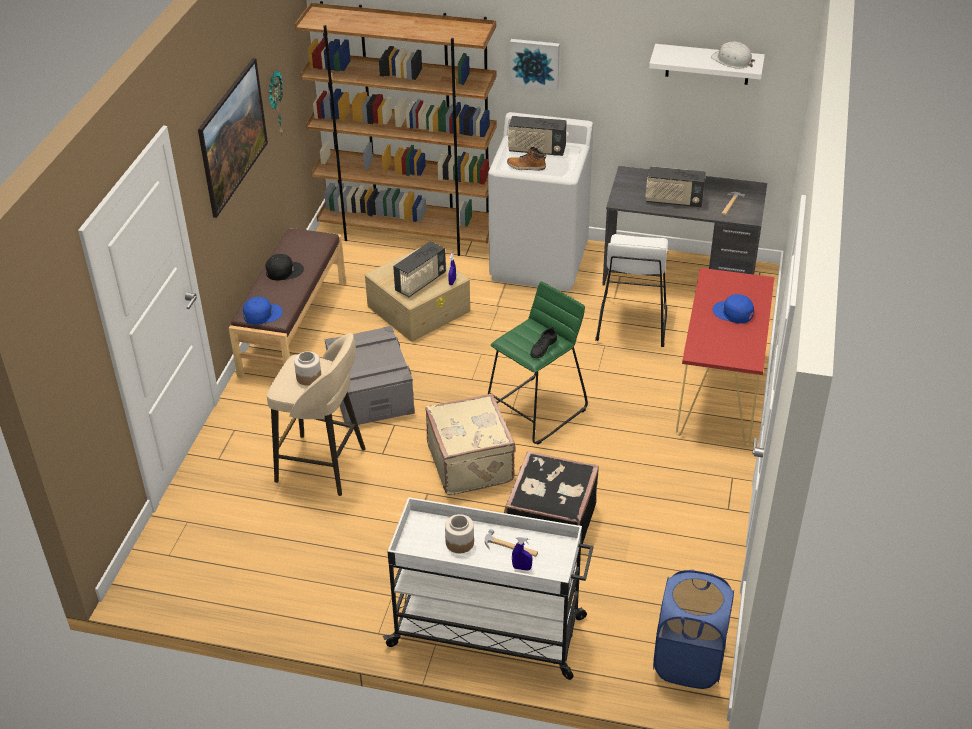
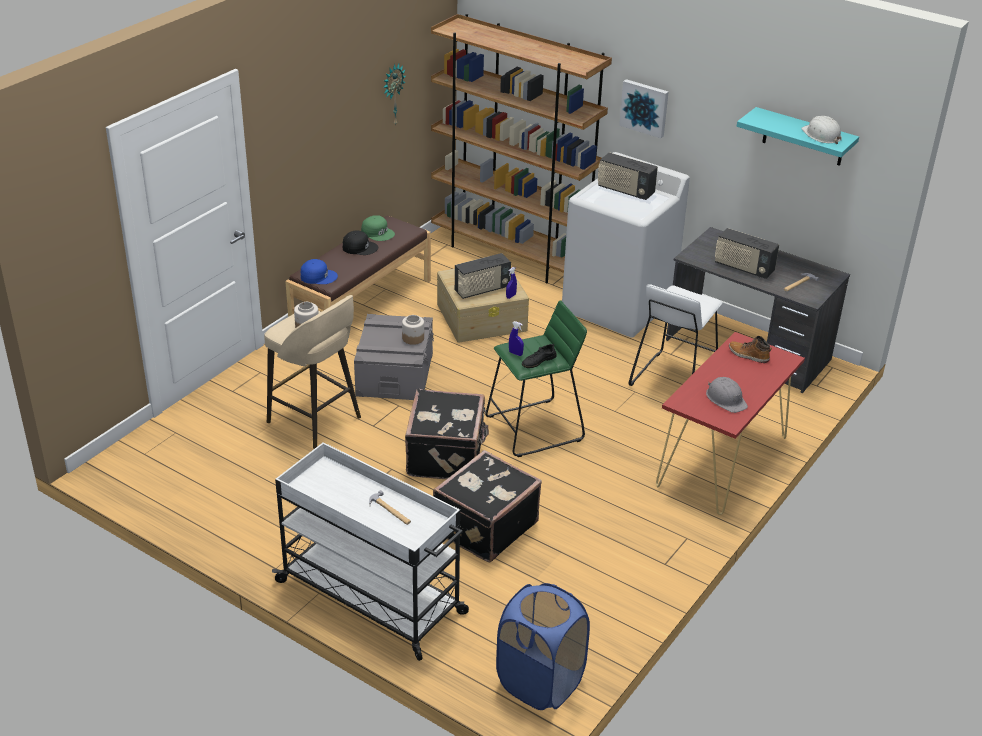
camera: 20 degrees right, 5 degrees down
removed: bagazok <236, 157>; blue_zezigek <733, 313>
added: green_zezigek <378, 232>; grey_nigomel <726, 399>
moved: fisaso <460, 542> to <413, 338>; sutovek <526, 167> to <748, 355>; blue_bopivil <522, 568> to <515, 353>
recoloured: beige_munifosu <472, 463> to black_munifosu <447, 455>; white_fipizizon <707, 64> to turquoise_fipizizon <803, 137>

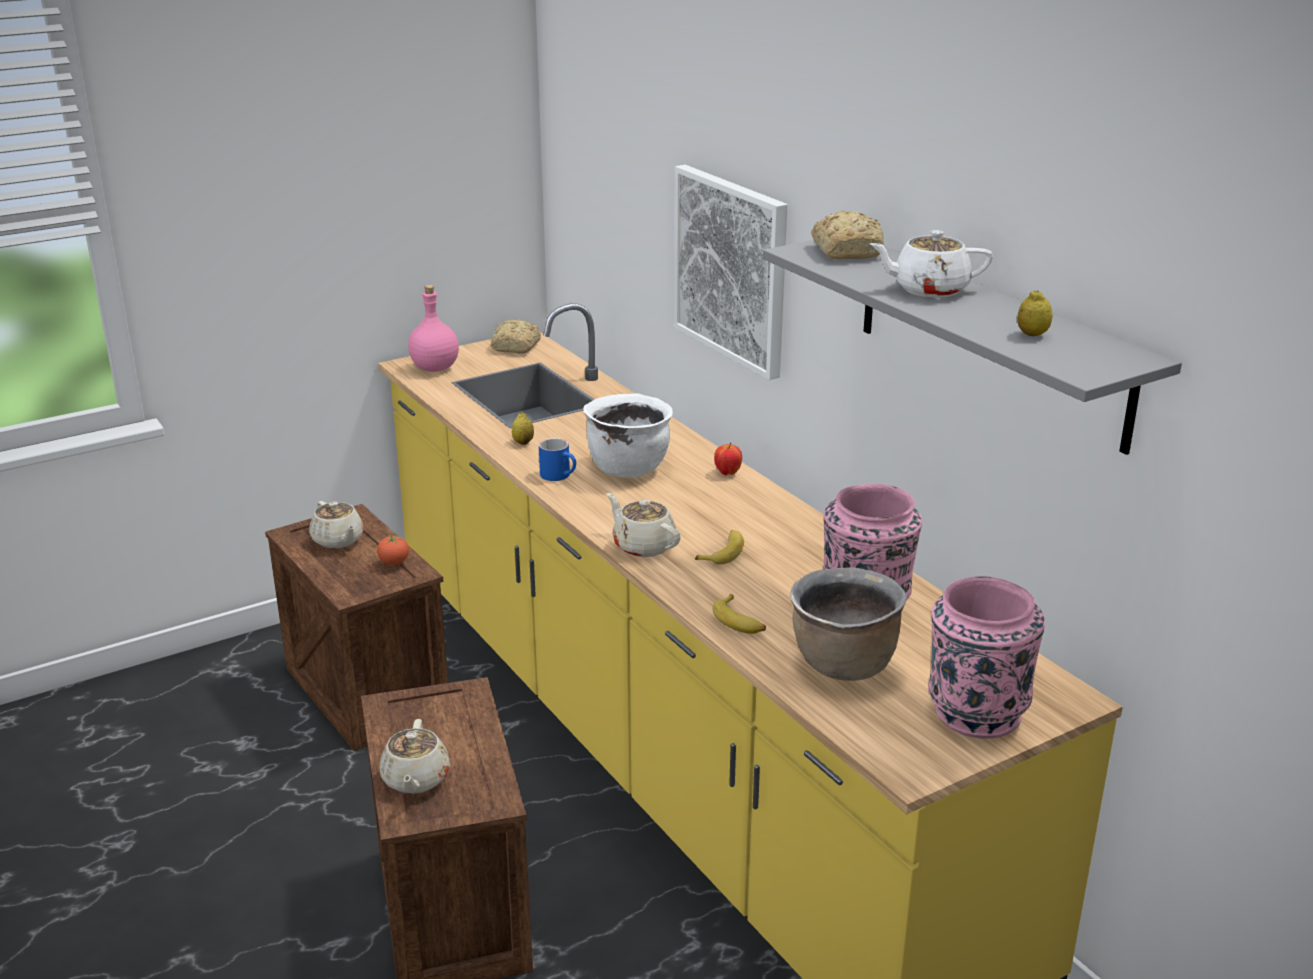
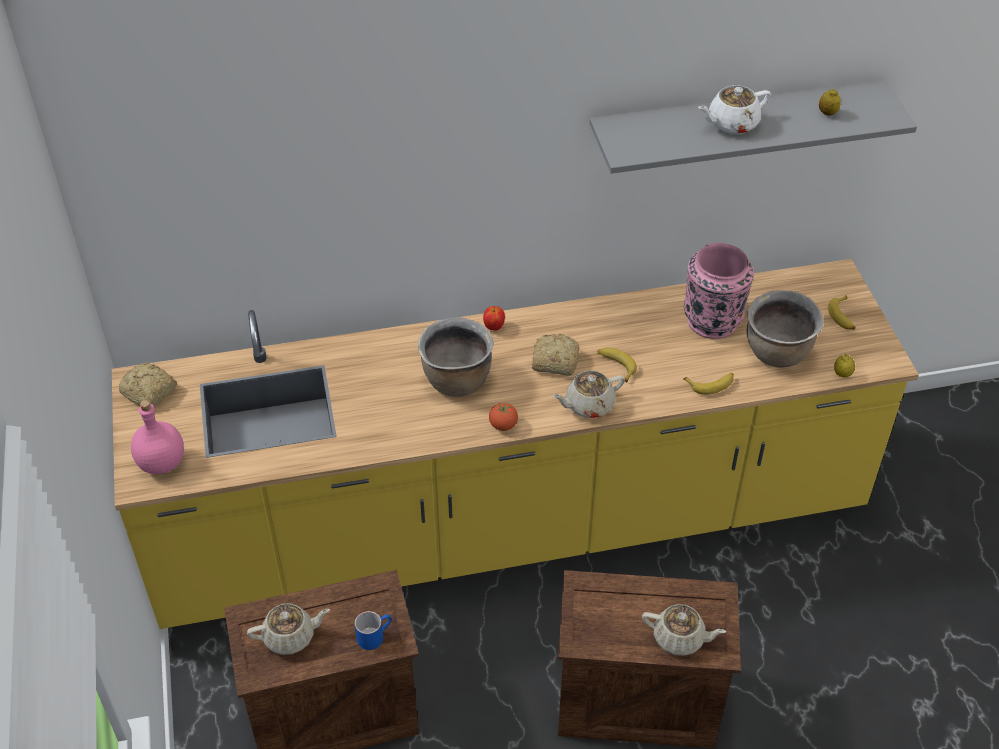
camera: 70 degrees left, 20 degrees up
removed: bagazok <731, 269>
moved: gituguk <394, 562> to <503, 425>; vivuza <523, 442> to <842, 374>; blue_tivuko <560, 476> to <374, 635>; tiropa <847, 251> to <554, 361>
replaced: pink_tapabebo <975, 713> to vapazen <843, 317>
recoloured: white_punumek <628, 468> to brown_punumek <456, 380>
turned: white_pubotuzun <929, 289> = <731, 123> 45 degrees clockwise

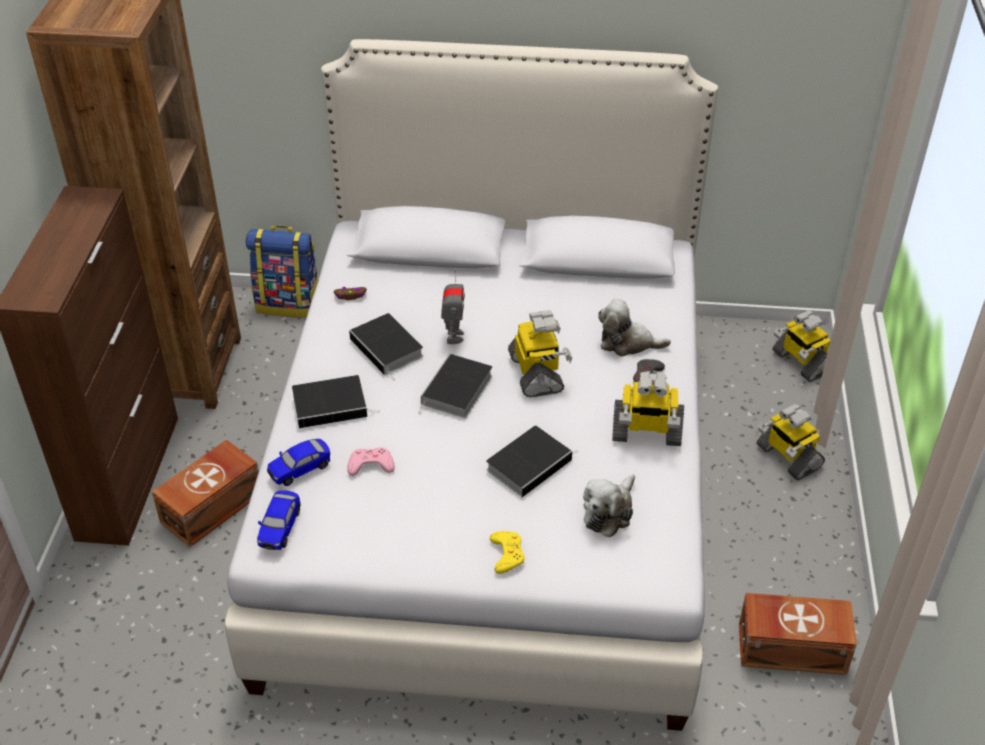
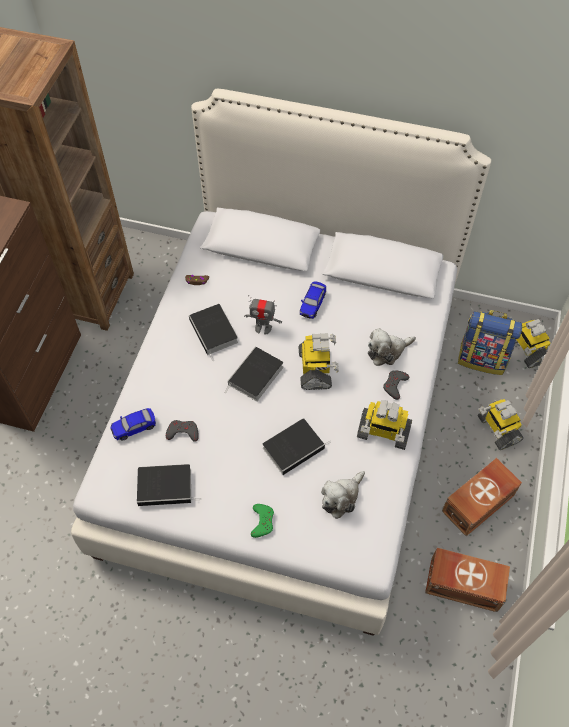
camera: 10 degrees right, 15 degrees up
moved: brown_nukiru <214, 507> to <479, 503>; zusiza <289, 304> to <482, 358>; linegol <280, 528> to <312, 304>; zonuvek <332, 405> to <167, 486>
recoloured: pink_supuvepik <370, 465> to grey_supuvepik <183, 432>; yellow_supuvepik <507, 554> to green_supuvepik <262, 521>
turned: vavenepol <454, 336> = <263, 328> 90 degrees clockwise; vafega <627, 343> = <387, 351> 45 degrees counterclockwise

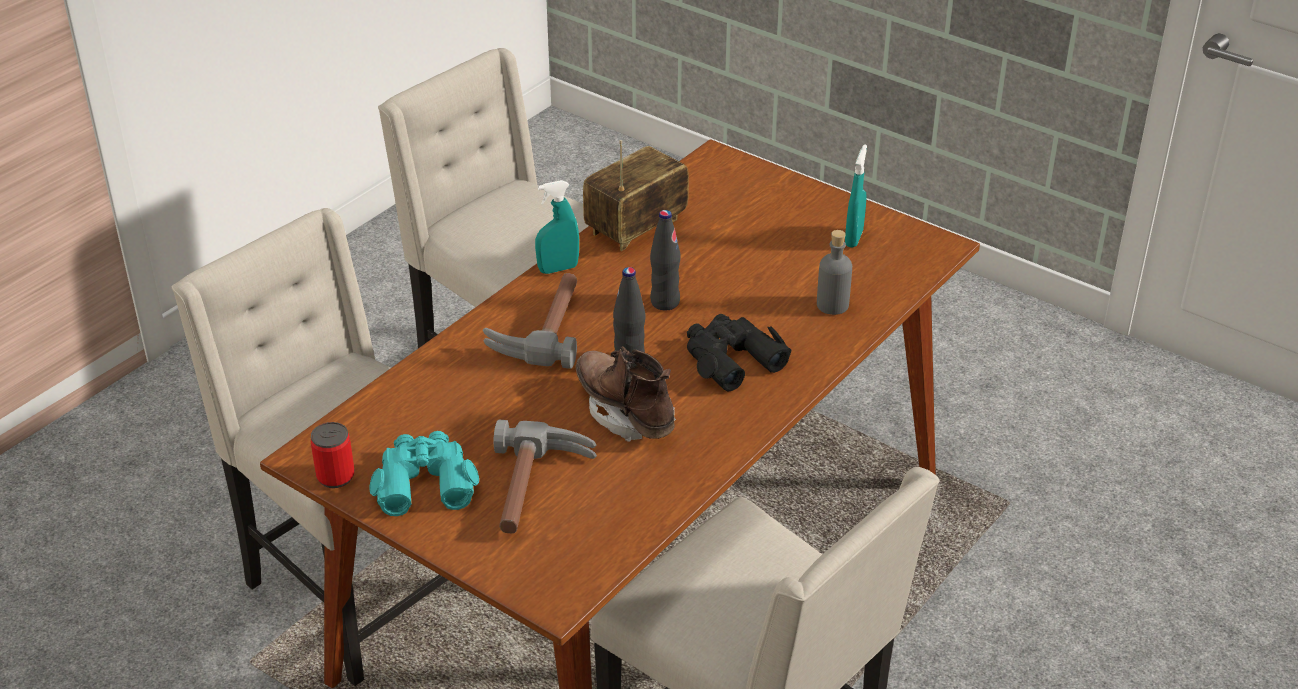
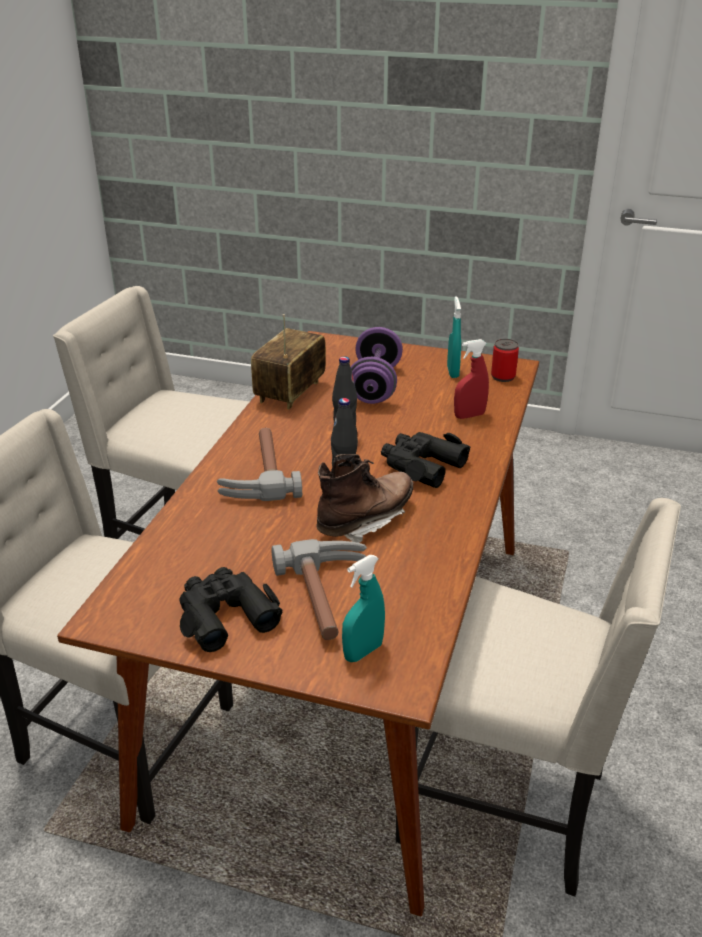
camera: 20 degrees left, 5 degrees down
added: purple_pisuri <375, 385>
moved: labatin <335, 476> to <503, 377>; turquoise_bopivil <558, 269> to <363, 652>
replaced: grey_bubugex <832, 305> to red_bopivil <469, 415>
recoloured: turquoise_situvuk <424, 481> to black_situvuk <225, 615>
turned: brown_sutovek <625, 413> = <365, 521> 105 degrees clockwise

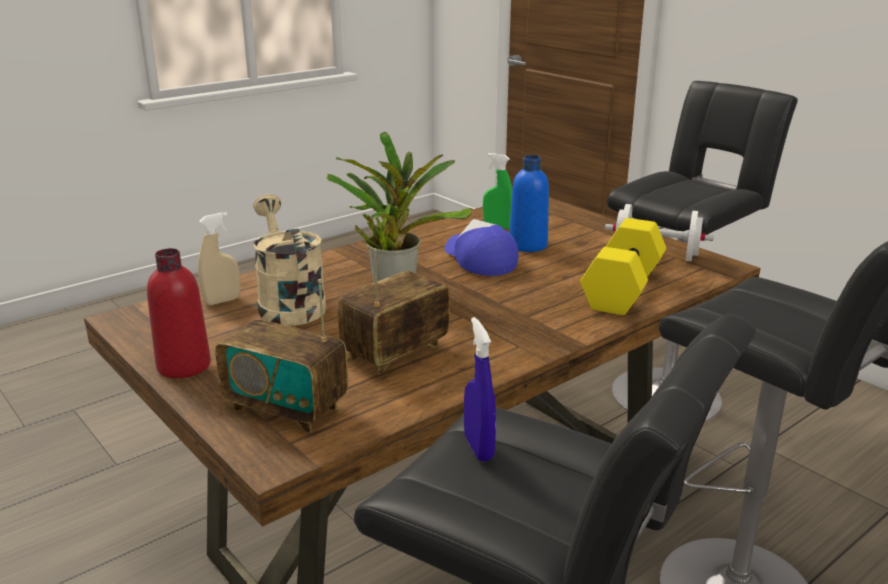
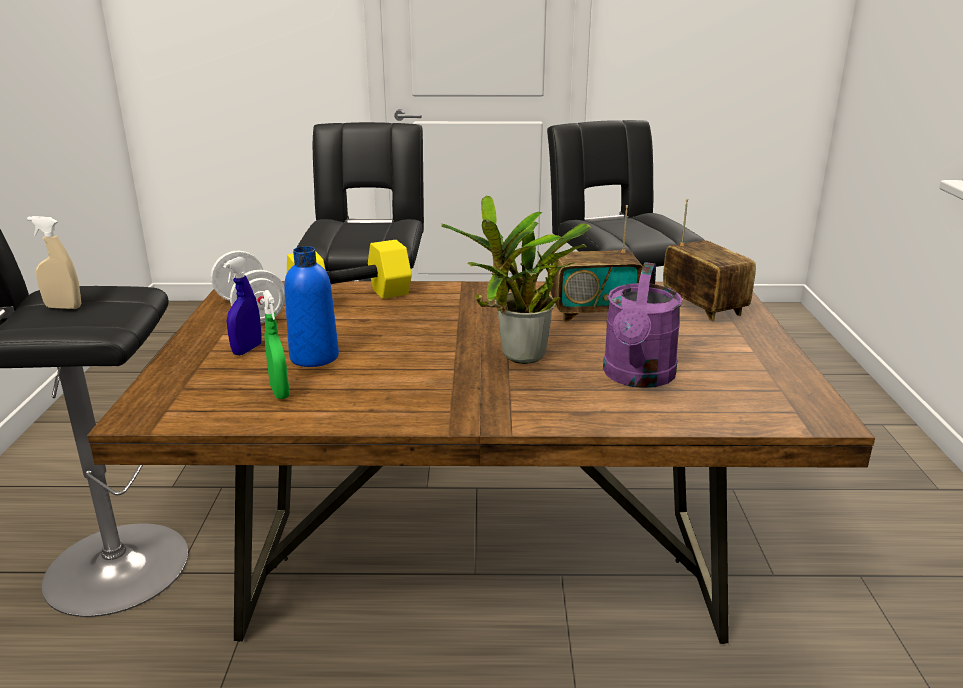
camera: 140 degrees left, 0 degrees up
removed: red_bubugex <184, 366>; zezigek <479, 259>
moved: beige_bopivil <222, 301> to <63, 307>; blue_bopivil <478, 448> to <247, 350>
recoloured: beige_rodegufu <288, 303> to purple_rodegufu <637, 377>

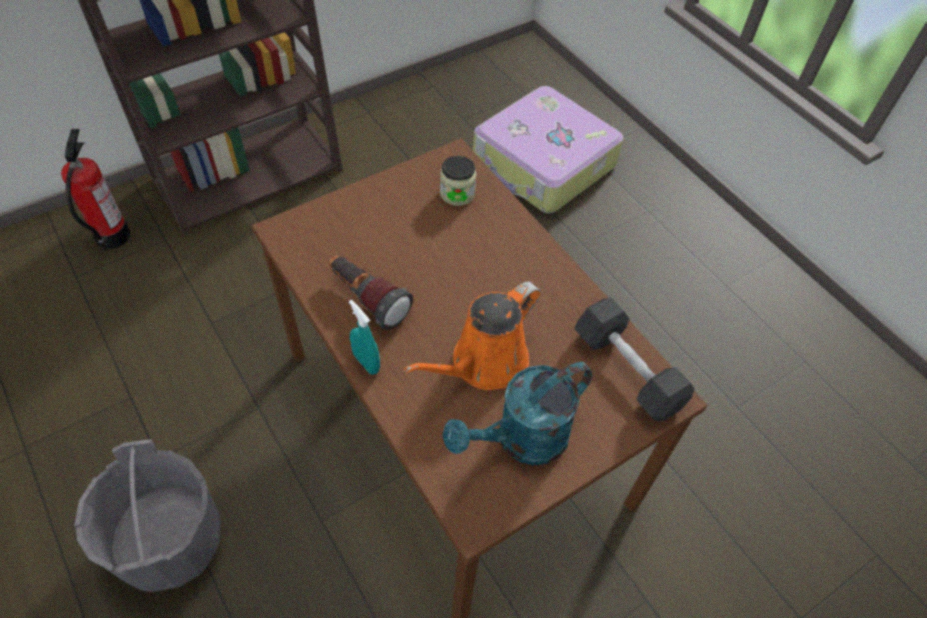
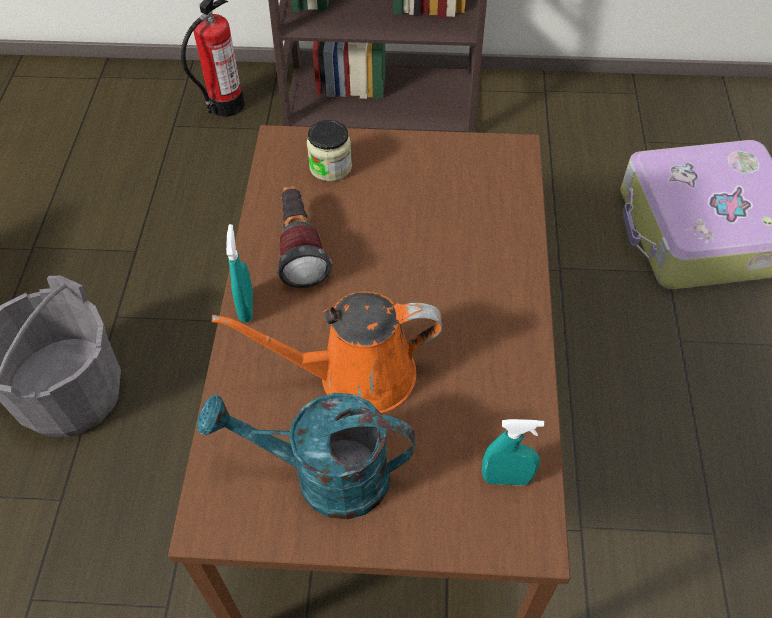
camera: 40 degrees right, 0 degrees up
moved: fisaso <457, 193> to <330, 167>
replaced: grey_pisuri <627, 370> to turquoise_bopivil <506, 478>

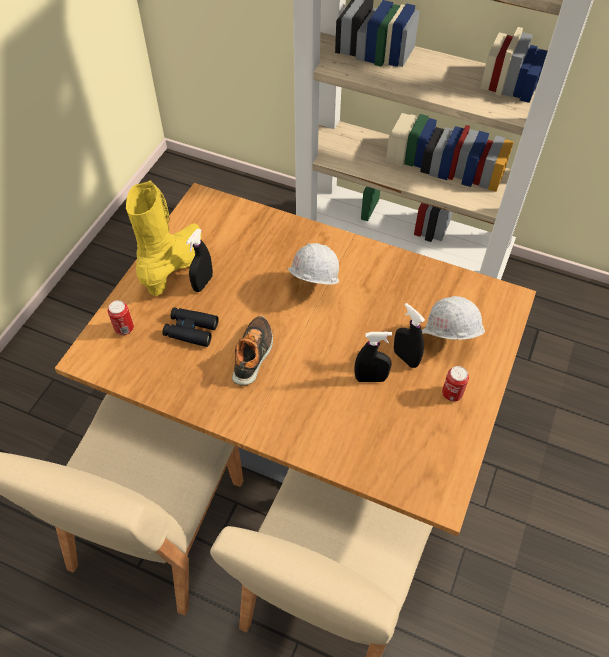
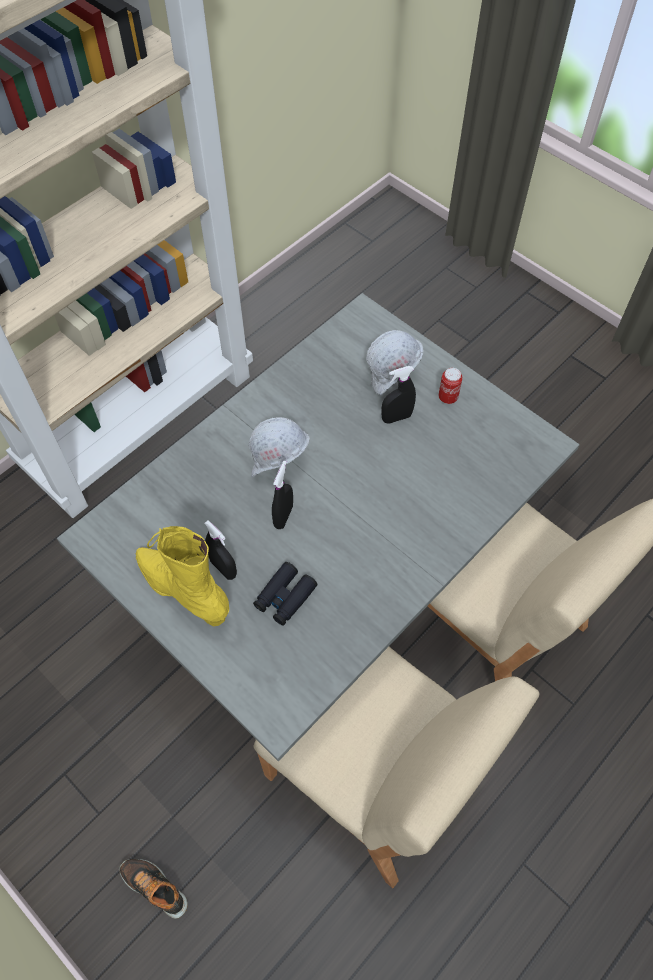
camera: 70 degrees left, 5 degrees up
removed: labatin <124, 329>
moved: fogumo <253, 354> to <155, 887>; black_bopivil <371, 378> to <283, 516>
recoloured: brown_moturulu <304, 437> to grey_moturulu <326, 594>

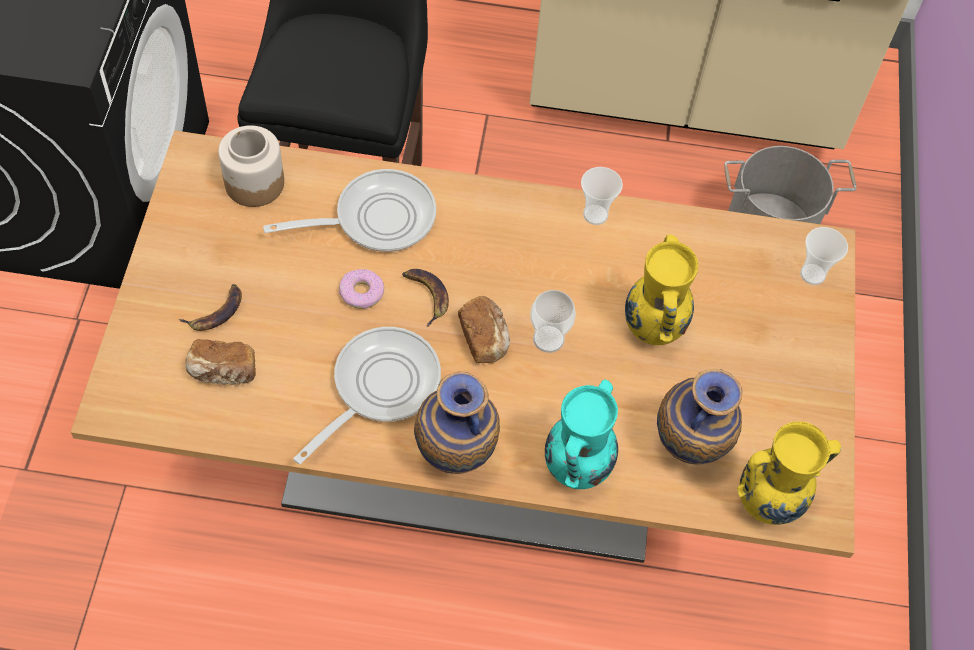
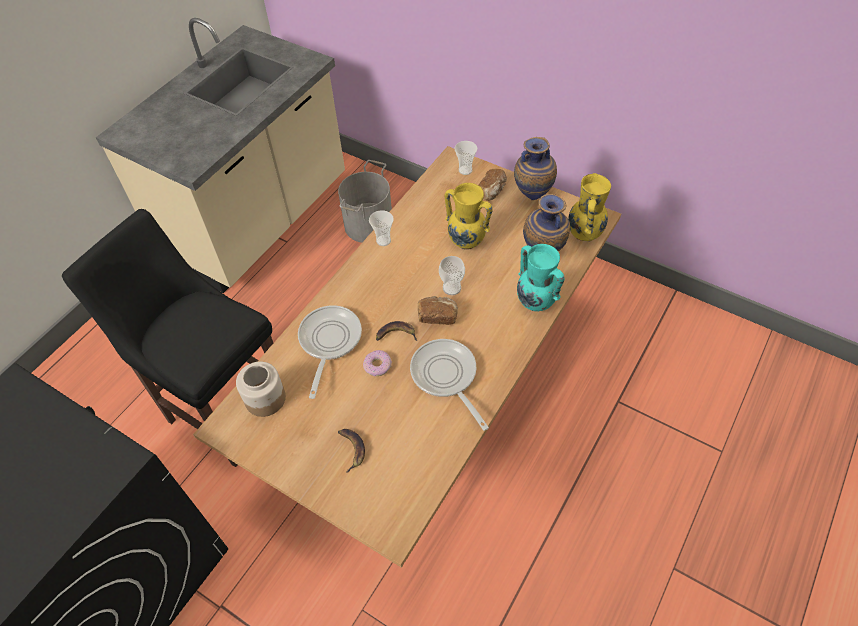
camera: 60 degrees left, 5 degrees down
moved: tiropa <223, 372> to <492, 191>; tapabebo <456, 457> to <532, 195>

